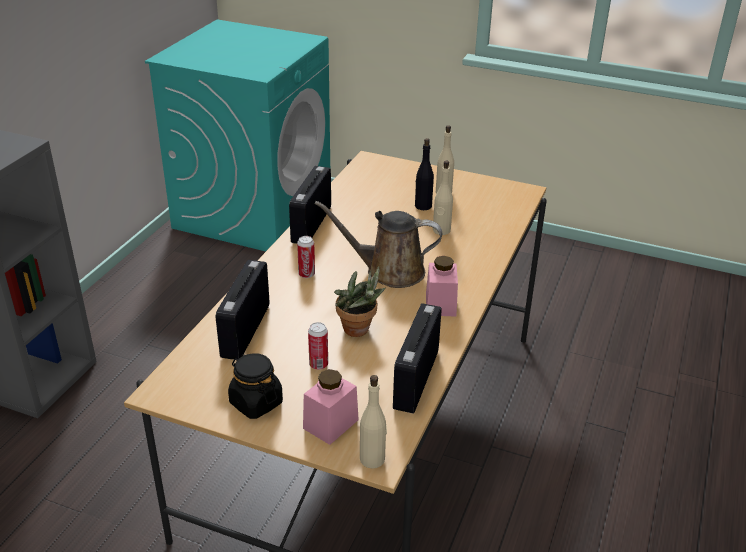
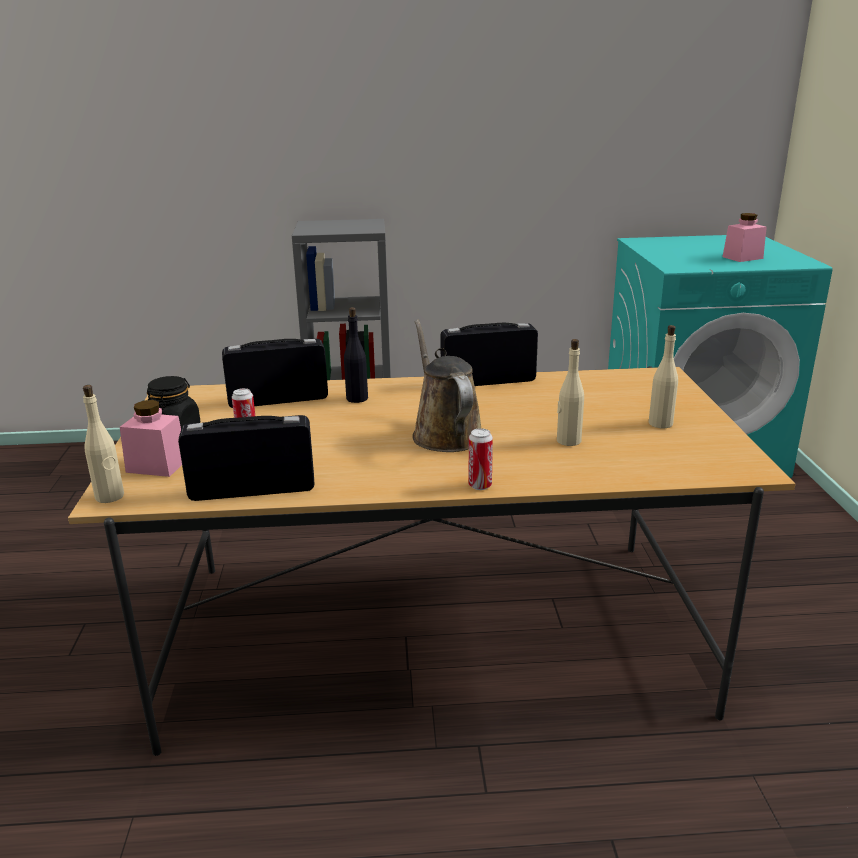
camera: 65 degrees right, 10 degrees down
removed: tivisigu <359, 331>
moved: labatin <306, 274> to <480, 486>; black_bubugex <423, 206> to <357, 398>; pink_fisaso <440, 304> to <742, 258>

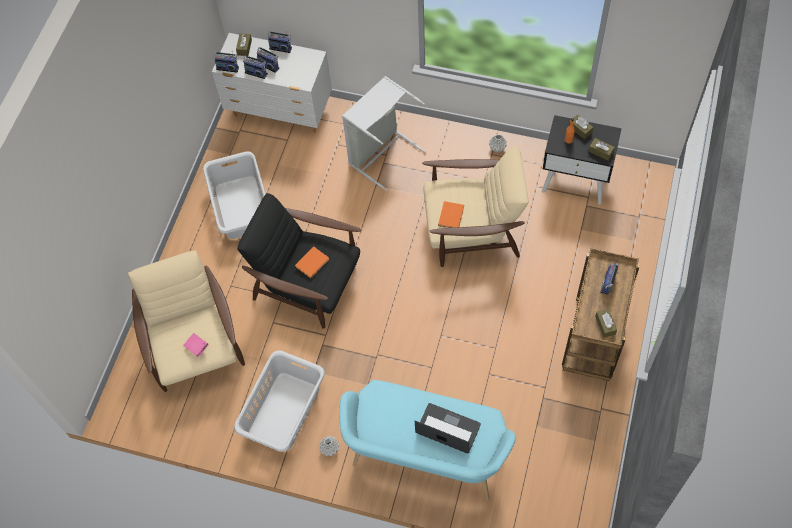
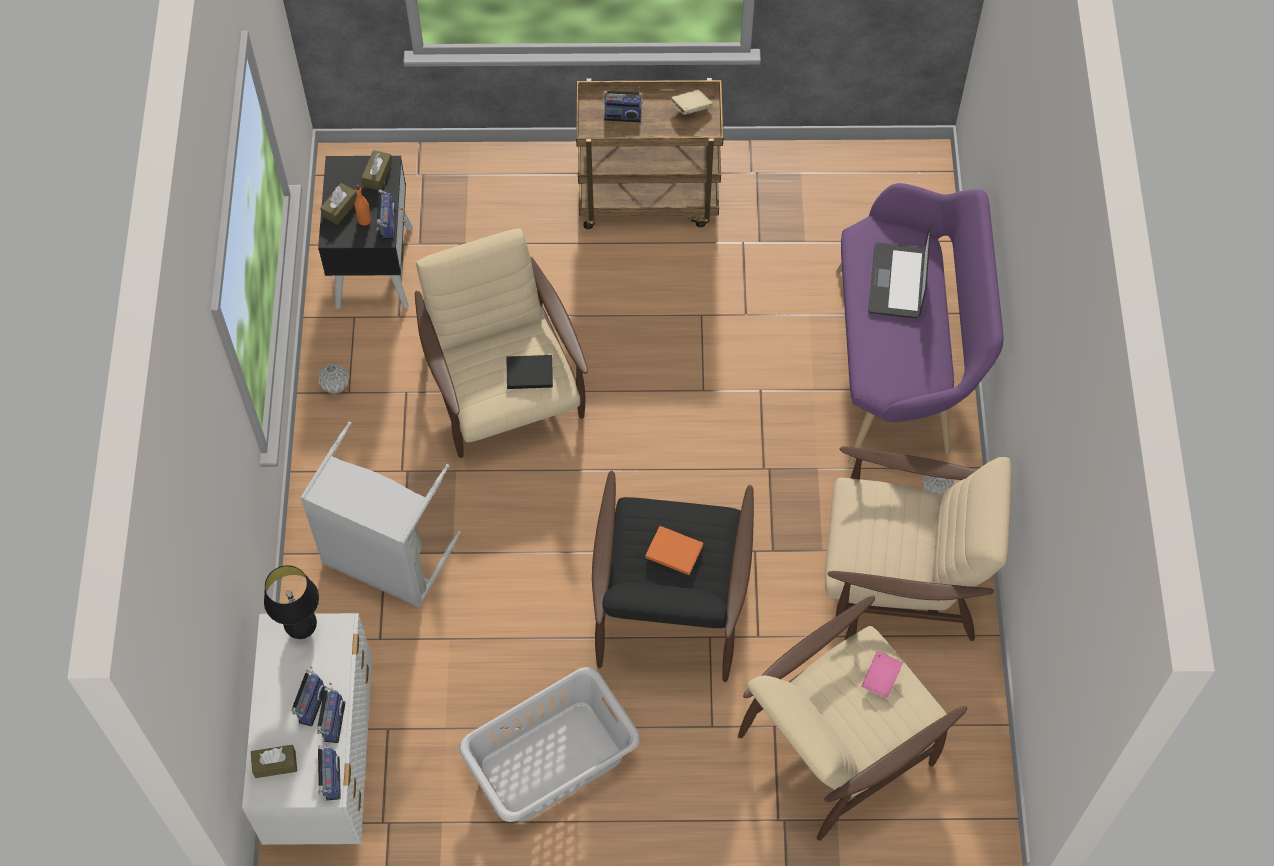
camera: 110 degrees left, 0 degrees up
added: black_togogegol <303, 630>
moved: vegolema <281, 47> to <386, 223>
replaced: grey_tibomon <283, 411> to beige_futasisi <902, 573>; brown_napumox <605, 325> to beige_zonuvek <691, 108>
recoloured: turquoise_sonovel <426, 458> to purple_sonovel <902, 364>; orange_zonuvek <451, 215> to black_zonuvek <528, 372>

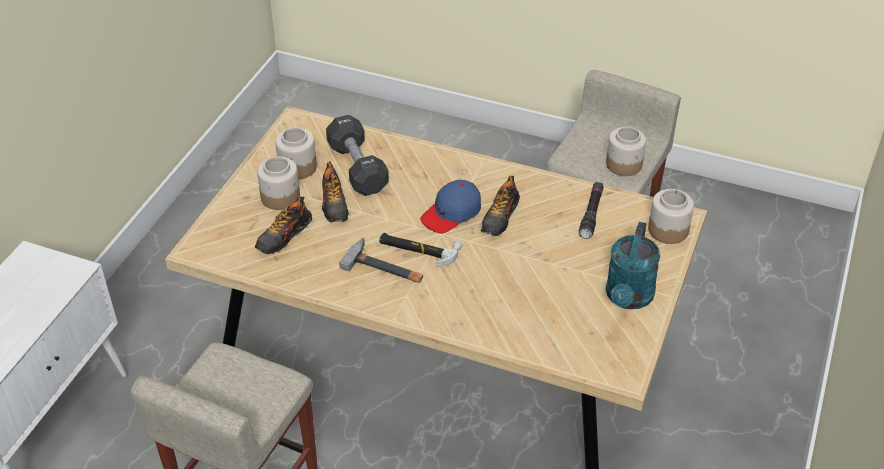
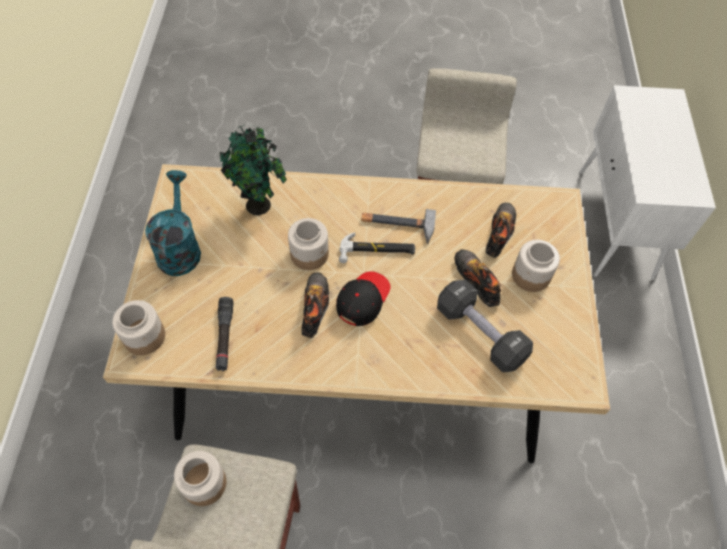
camera: 160 degrees right, 15 degrees up
added: tivisigu <260, 206>
moved: fisaso <297, 167> to <310, 254>
recoloured: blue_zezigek <451, 213> to black_zezigek <363, 300>

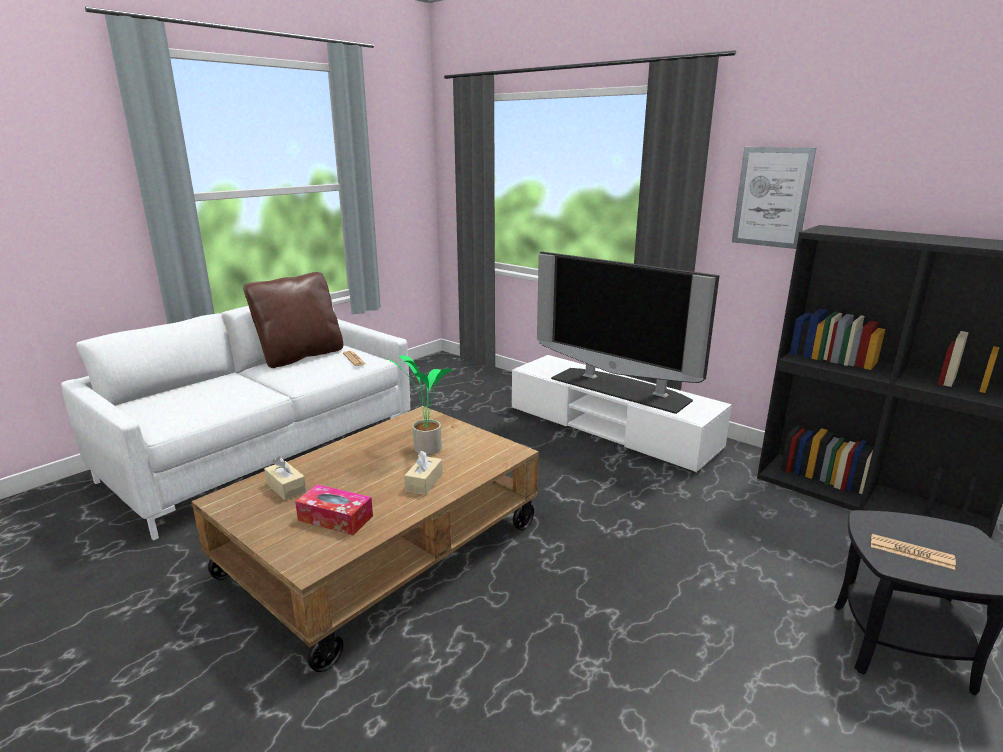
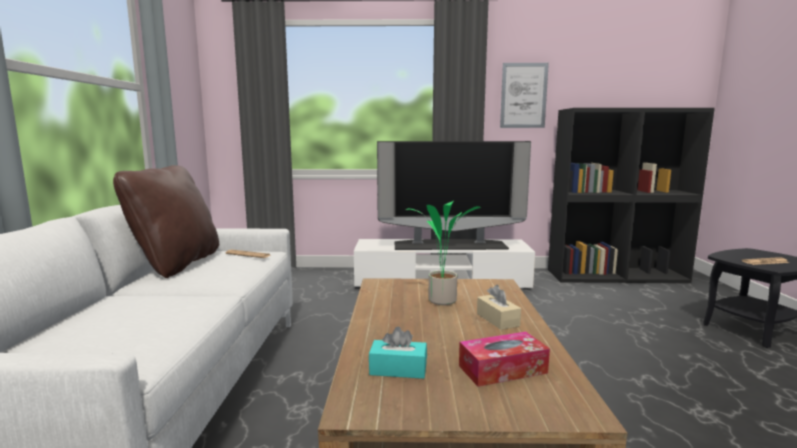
camera: 40 degrees left, 10 degrees down
recoloured: beige_napumox <286, 488> to turquoise_napumox <398, 369>

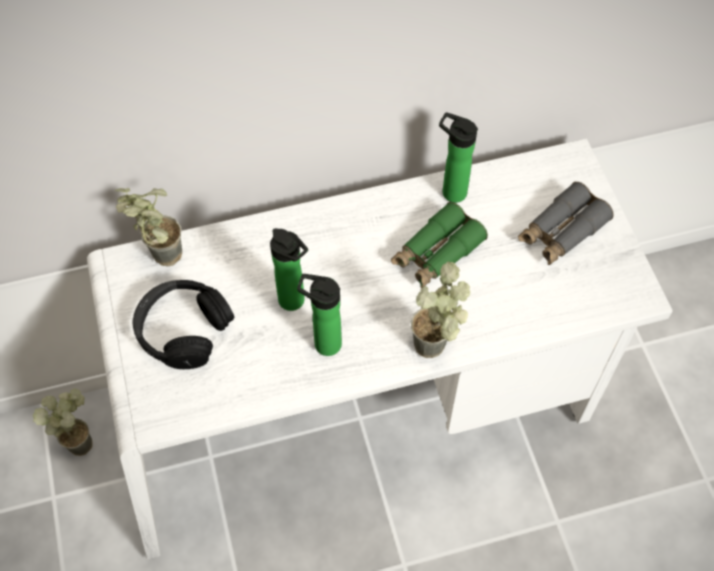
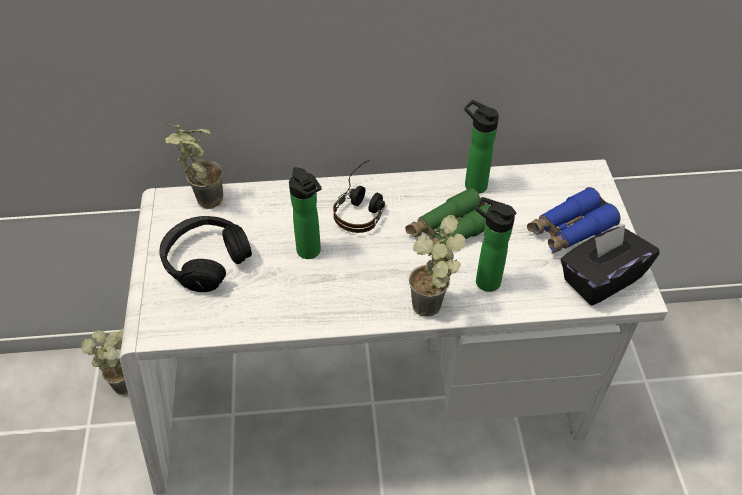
camera: 10 degrees right, 10 degrees down
added: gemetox <363, 206>; black_napumox <600, 279>
moved: bubugex <323, 343> to <484, 280>
recoloured: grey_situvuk <561, 231> to blue_situvuk <569, 229>

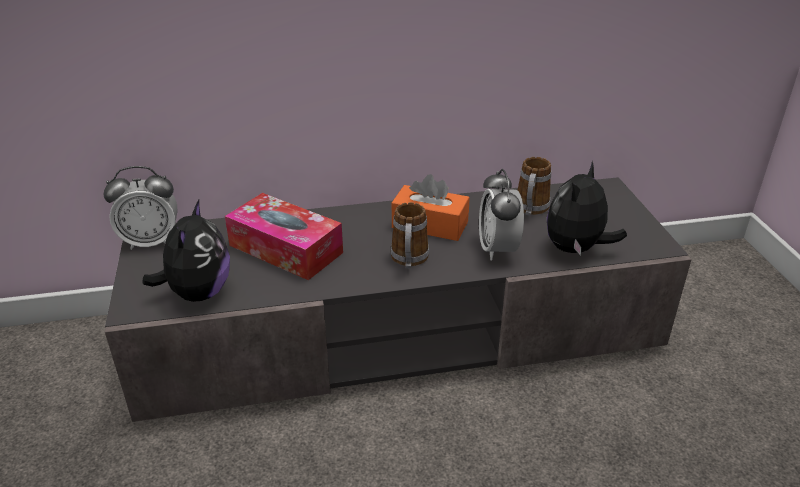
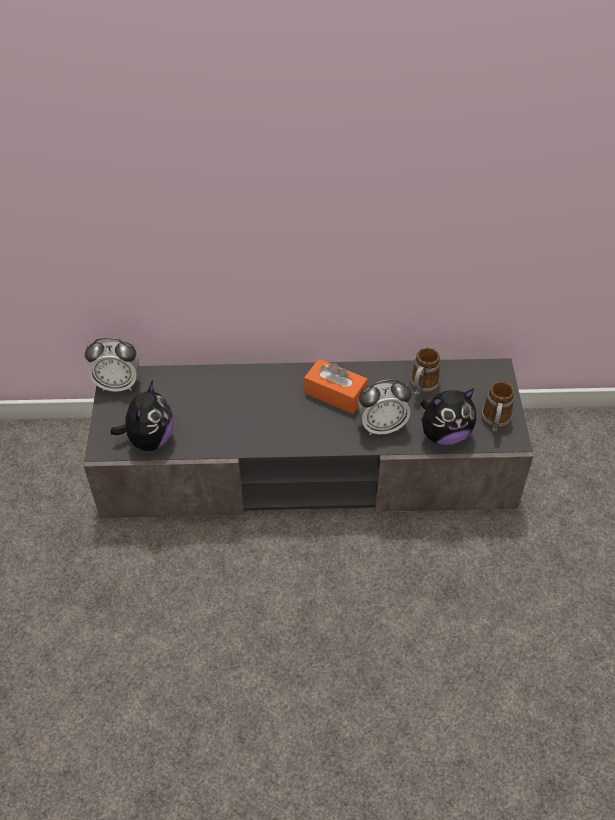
camera: 10 degrees right, 15 degrees up
removed: napumox <285, 249>
moved: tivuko <409, 261> to <495, 422>
turned: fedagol <497, 249> = <382, 426> 105 degrees counterclockwise; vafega <576, 249> = <444, 434> 150 degrees counterclockwise

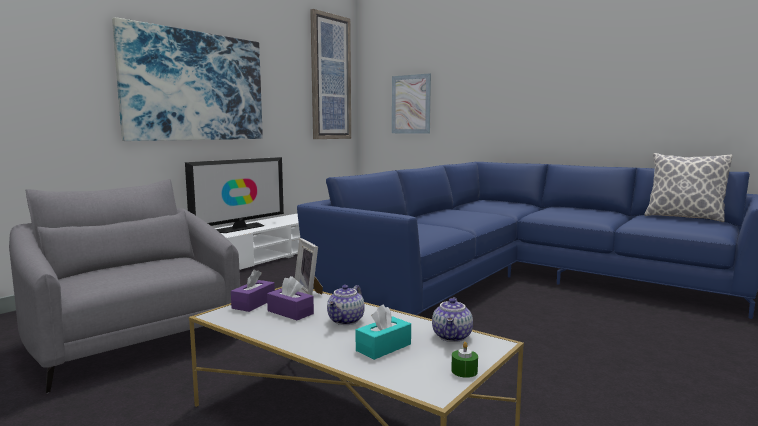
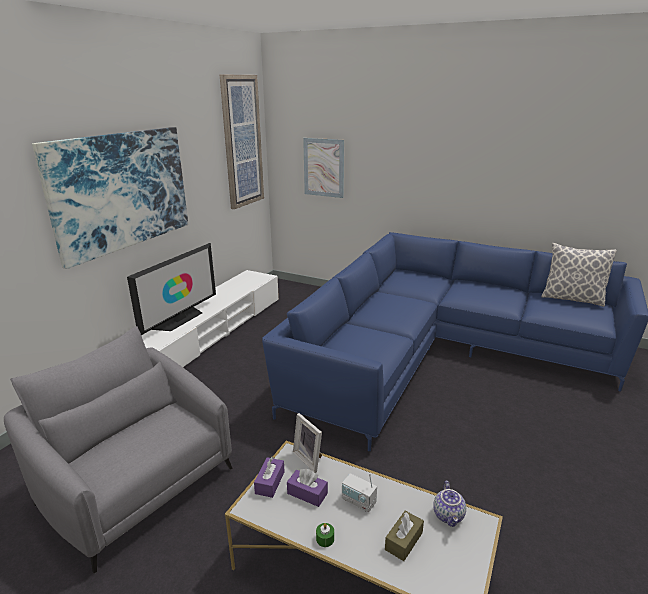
camera: 10 degrees left, 15 degrees up
moved: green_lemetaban <464, 371> to <325, 539>
replaced: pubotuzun <346, 321> to vegolema <358, 501>
recoloured: turquoise_napumox <383, 347> to brown_napumox <403, 541>

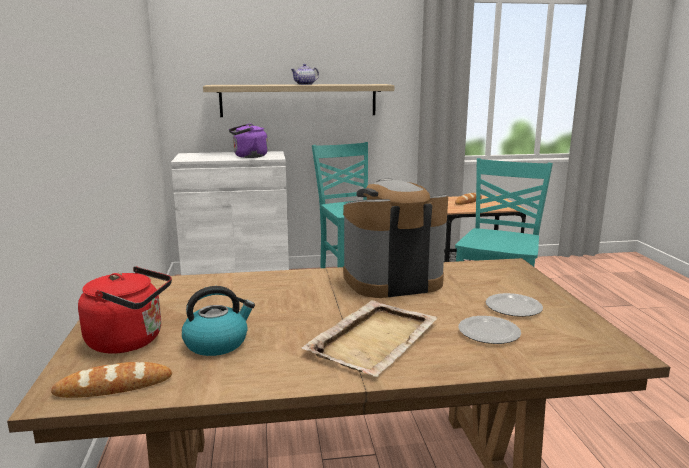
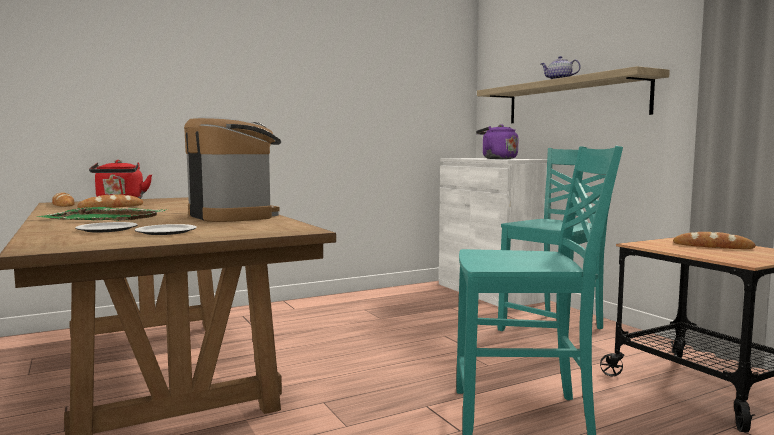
camera: 70 degrees right, 10 degrees down
replaced: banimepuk <217, 343> to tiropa <111, 207>
recoloured: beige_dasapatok <374, 339> to green_dasapatok <105, 218>

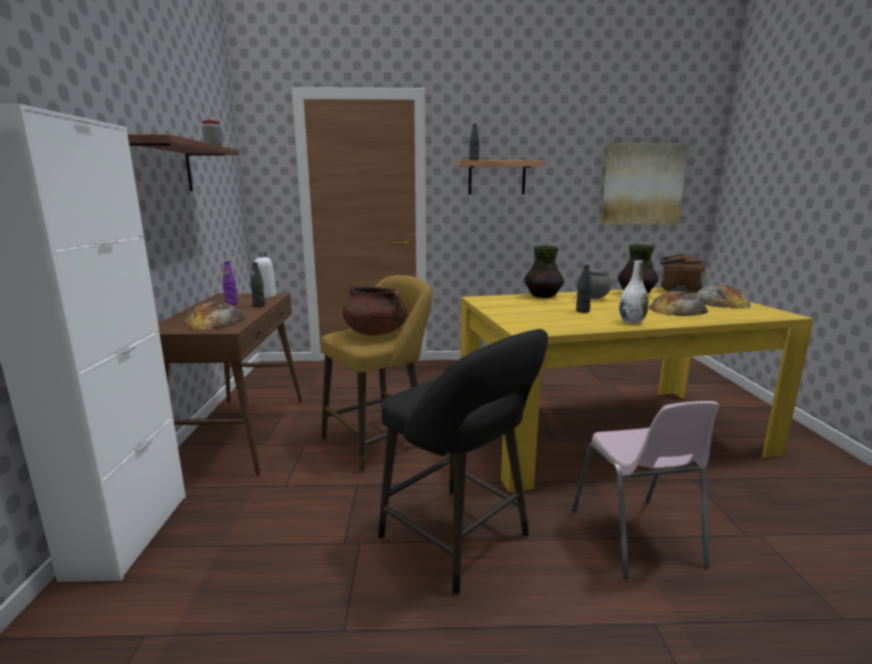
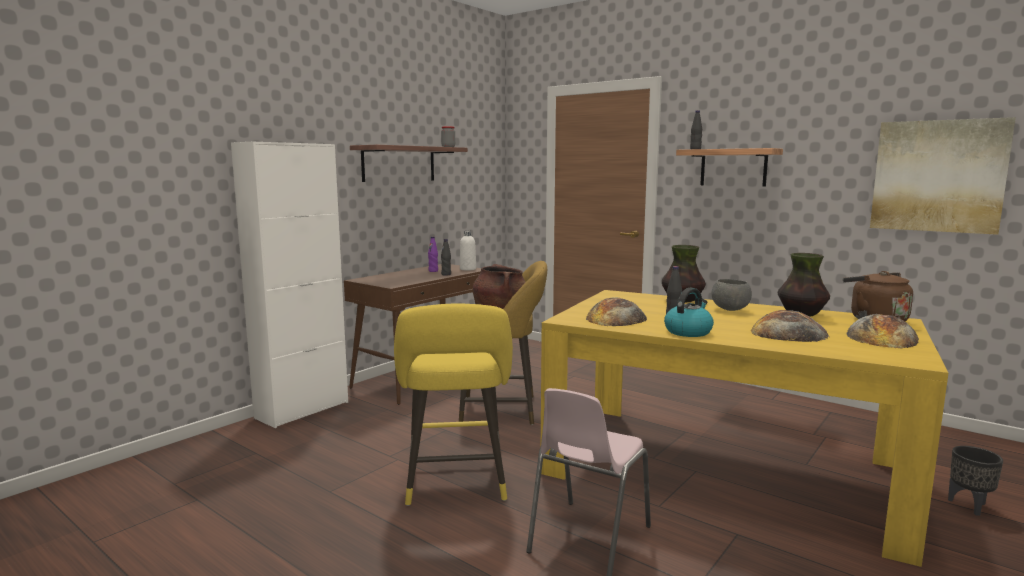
camera: 40 degrees right, 5 degrees down
added: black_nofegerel <968, 505>
moved: tiropa <215, 321> to <616, 318>
replaced: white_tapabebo <631, 321> to banimepuk <688, 332>
recoloured: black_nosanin <460, 541> to yellow_nosanin <456, 484>

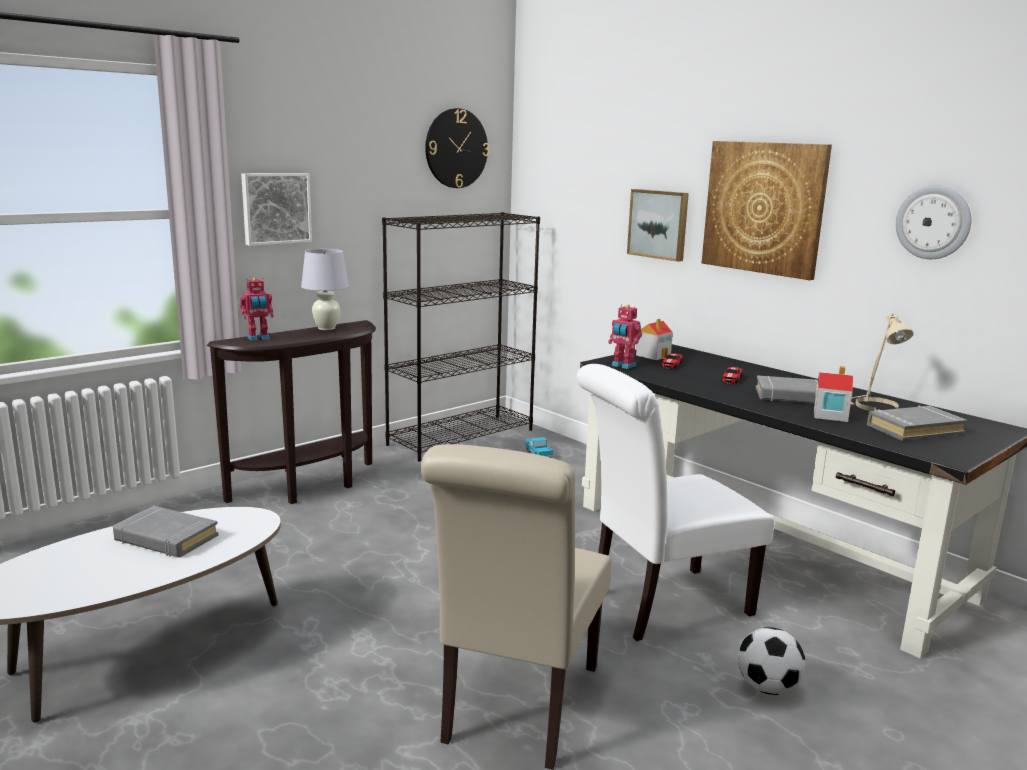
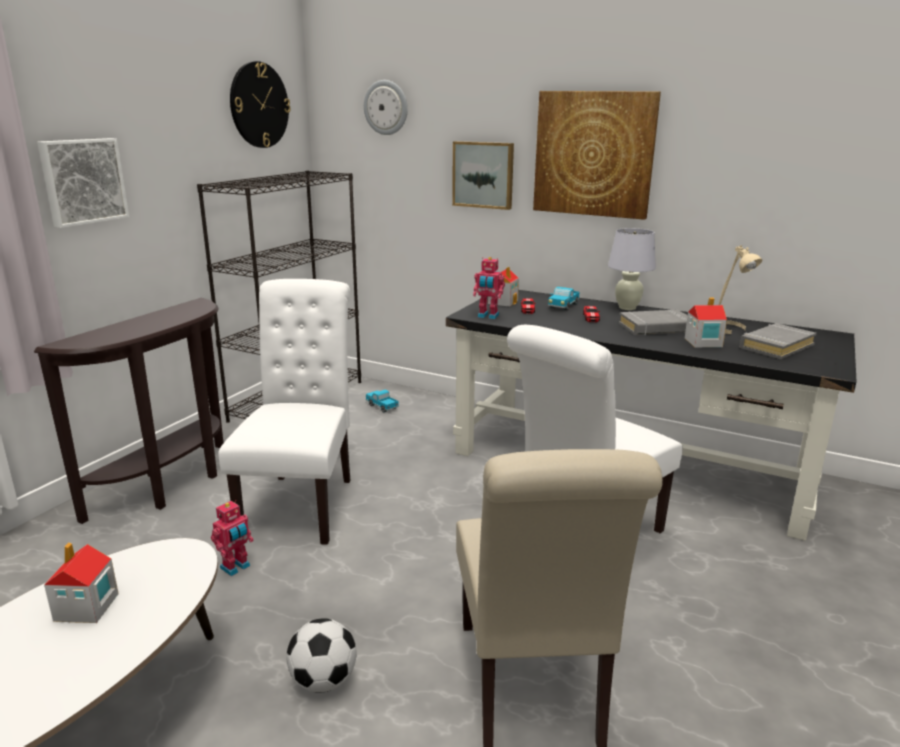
camera: 20 degrees left, 5 degrees up
added: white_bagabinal <302, 502>; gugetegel <563, 306>
moved: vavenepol <258, 338> to <236, 567>; white_togogegol <326, 328> to <627, 308>; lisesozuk <767, 688> to <323, 681>; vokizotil <933, 222> to <386, 107>
replaced: grey_zonuvek <166, 538> to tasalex <86, 607>

